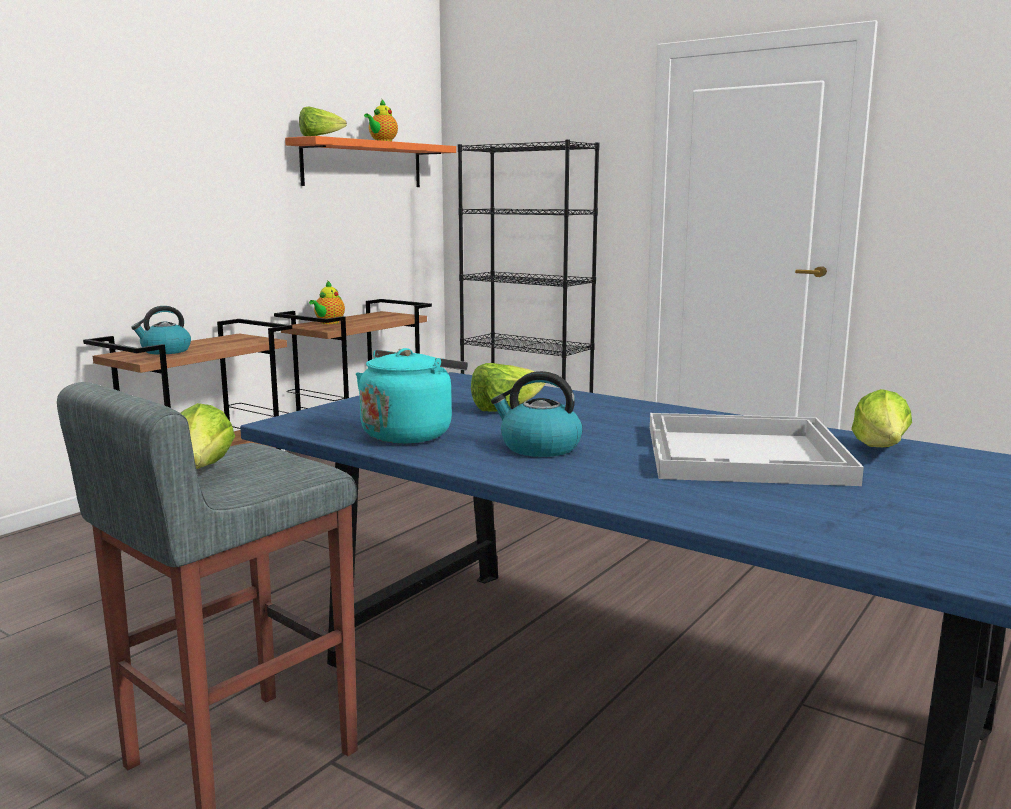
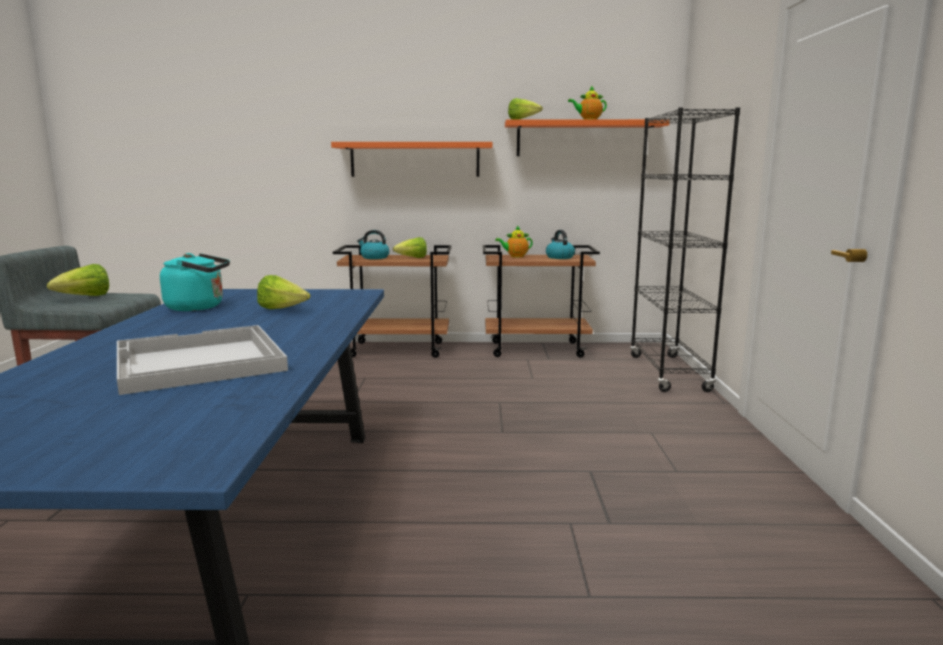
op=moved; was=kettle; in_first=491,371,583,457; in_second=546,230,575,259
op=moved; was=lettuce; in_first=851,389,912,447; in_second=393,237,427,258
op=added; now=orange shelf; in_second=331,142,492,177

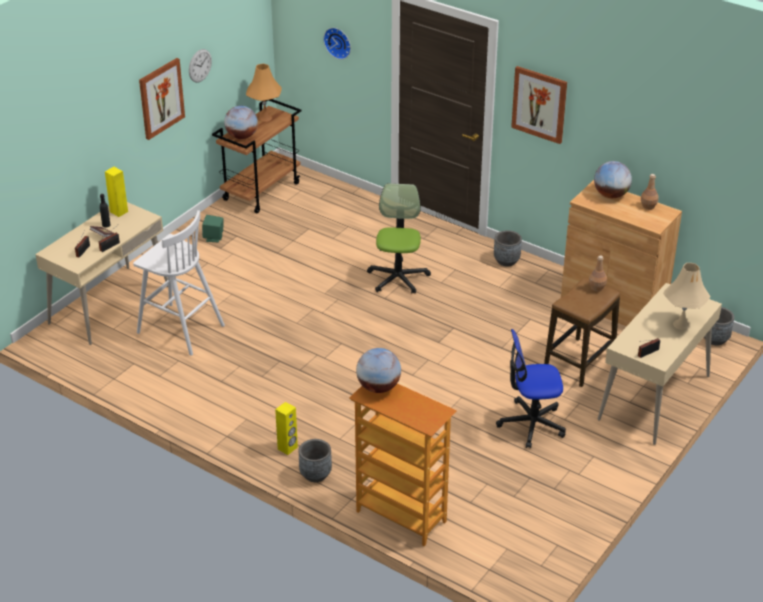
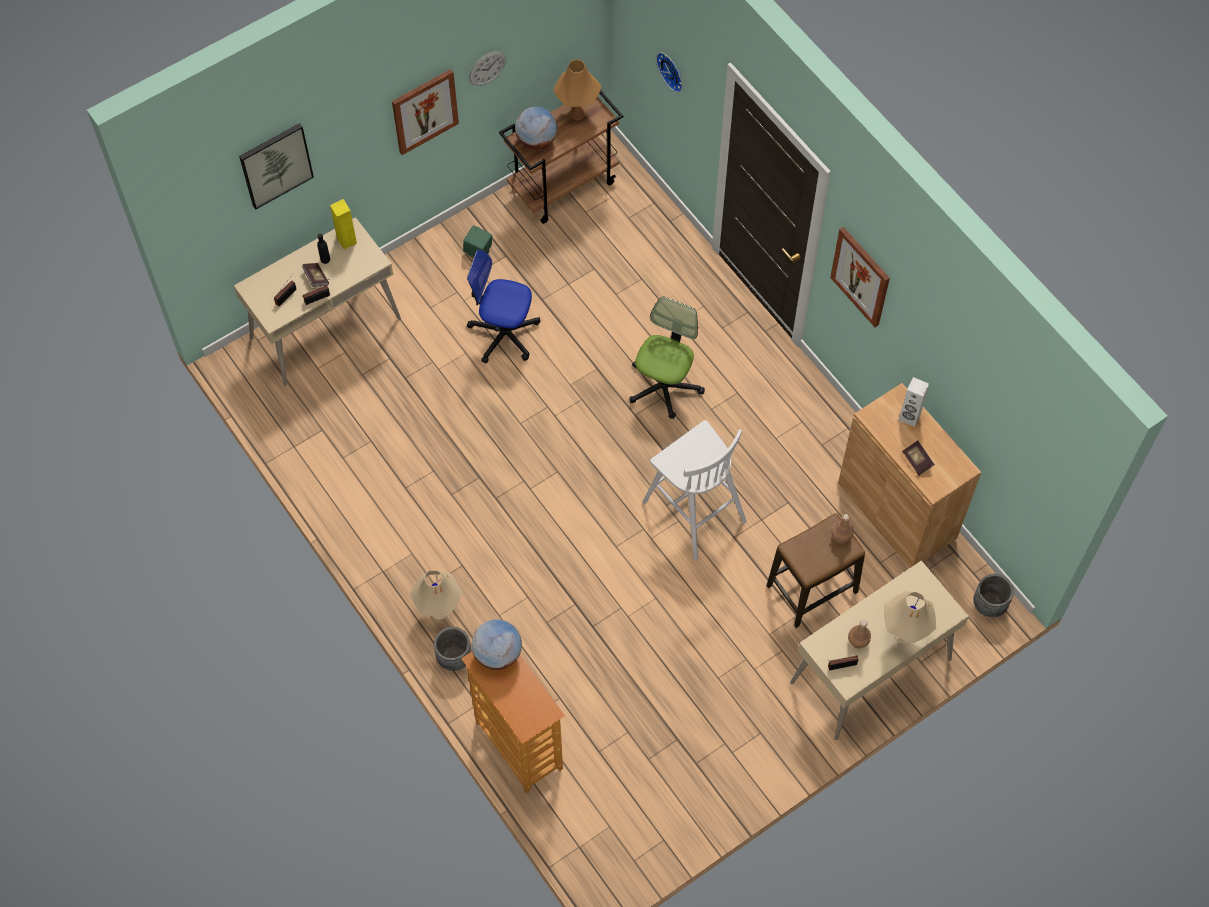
op=moved; was=white stool; in_first=133,210,225,356; in_second=642,420,747,560
op=replaced; was=yellow speaker; now=beige table lamp; in_first=275,402,298,455; in_second=410,570,463,620
op=removed; was=grey planter; in_first=494,230,522,267
op=moved; was=office chair; in_first=496,329,566,449; in_second=467,249,540,364
op=replaced; was=globe; now=white speaker; in_first=594,161,632,198; in_second=899,377,929,427
op=moved; was=brown bottle; in_first=641,174,659,210; in_second=848,620,871,649
op=added; now=picture; in_second=239,123,314,210
op=added; now=book; in_second=902,440,935,476

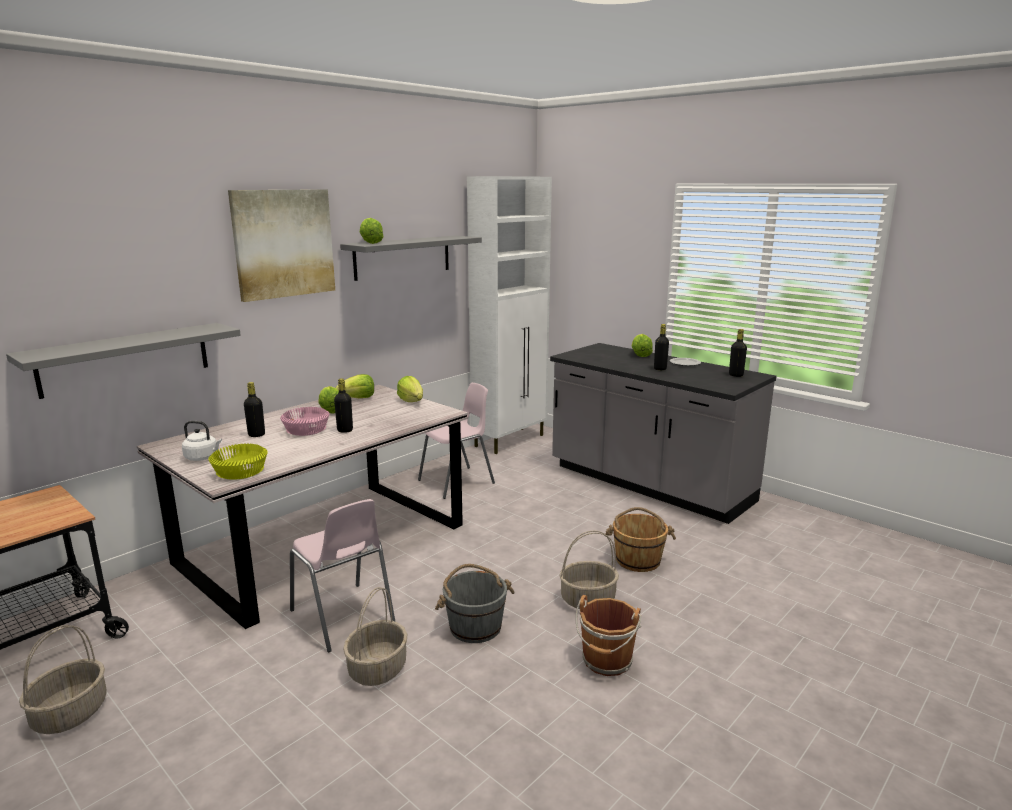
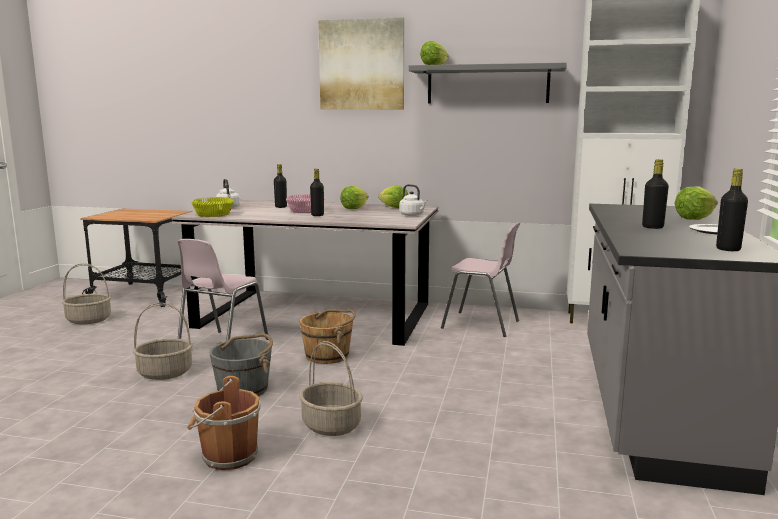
op=removed; was=grey shelf; in_first=6,323,241,399
op=replaced; was=lettuce; now=white kettle; in_first=397,376,423,402; in_second=399,184,428,216
op=moved; was=brown bucket; in_first=604,507,676,572; in_second=300,309,355,364

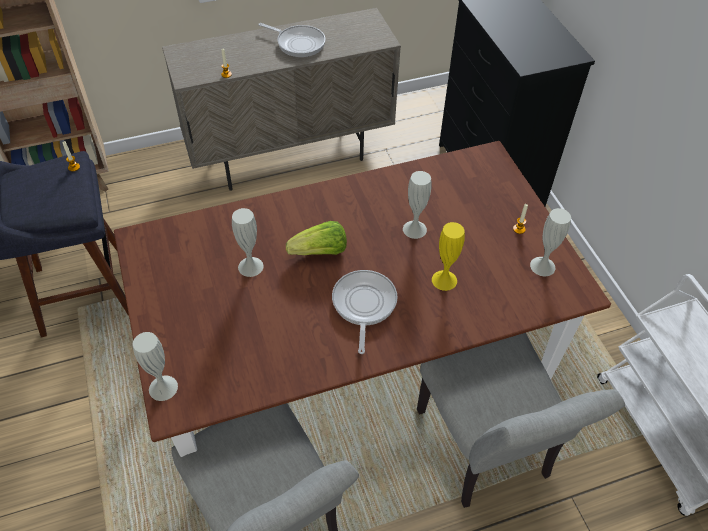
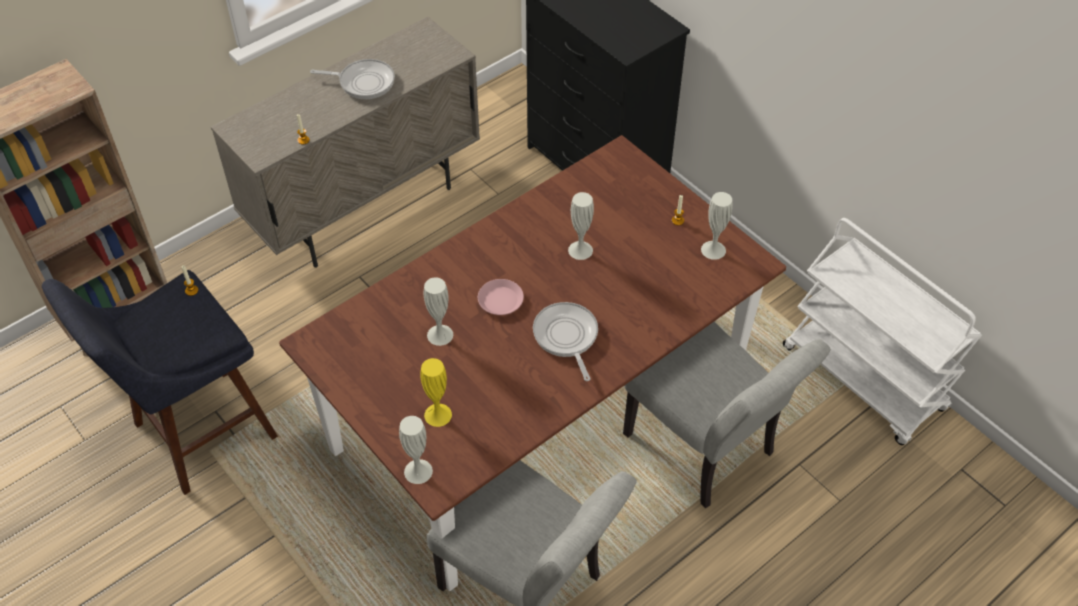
op=replaced; was=lettuce; now=pink plate; in_first=286,221,347,255; in_second=478,279,524,315
op=moved; was=yellow vase; in_first=432,222,465,291; in_second=420,358,452,427

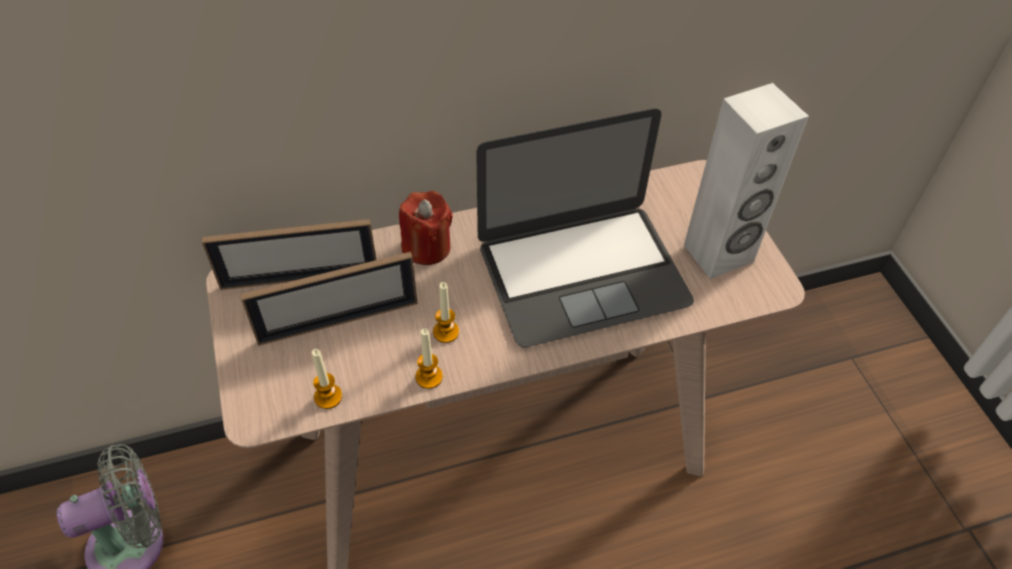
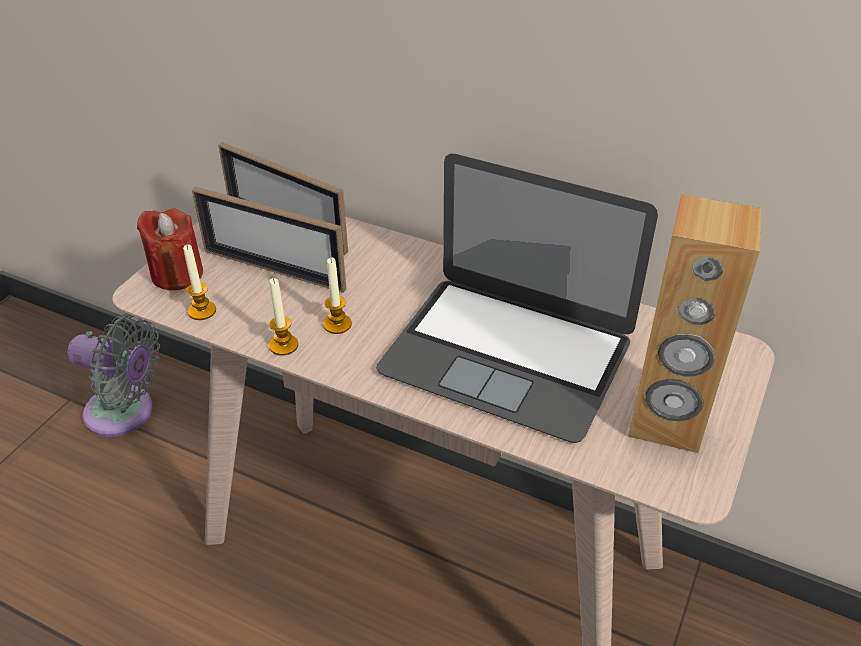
op=moved; was=red candle; in_first=399,191,453,265; in_second=137,208,203,290
op=recoloured; was=white speaker; now=brown speaker; in_first=684,83,809,279; in_second=628,194,761,453

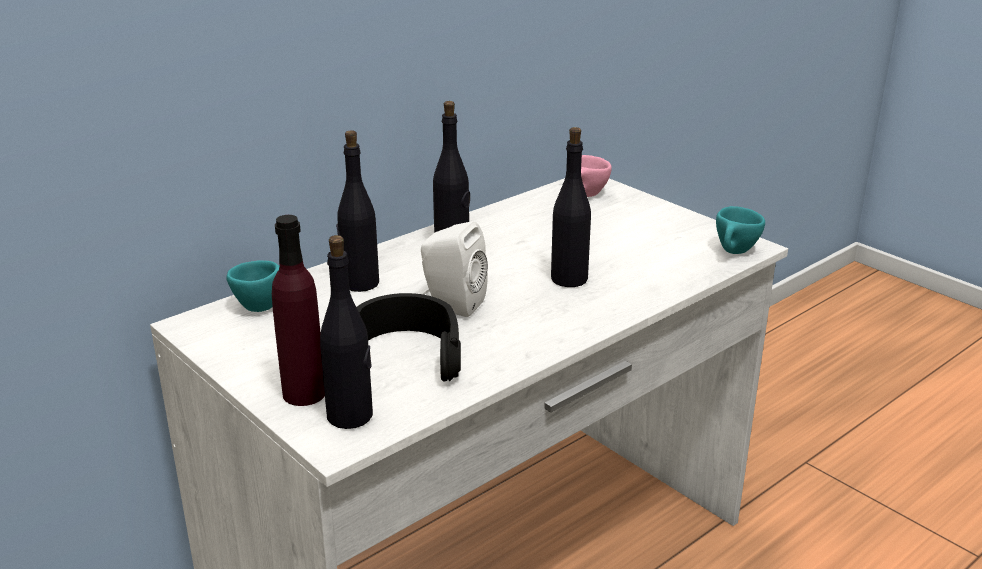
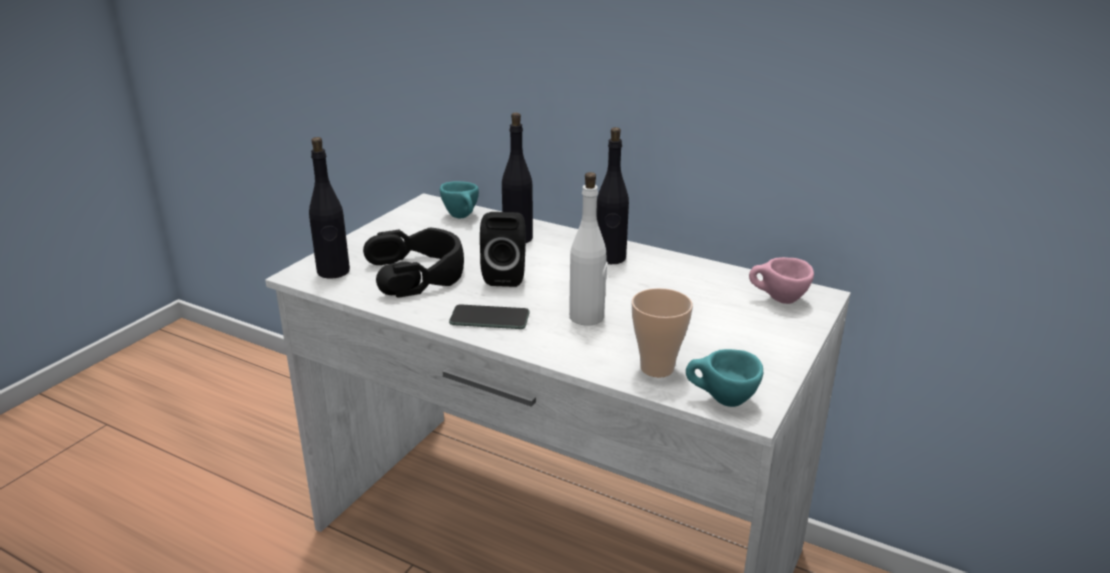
op=removed; was=purple bottle; in_first=272,215,325,406
op=recoloured; was=white speaker; now=black speaker; in_first=421,221,488,317; in_second=480,212,526,287
op=recoloured; was=black bottle; now=white bottle; in_first=551,127,591,287; in_second=569,172,608,325
op=added; now=phone; in_second=449,304,530,329
op=added; now=cup; in_second=632,288,693,378

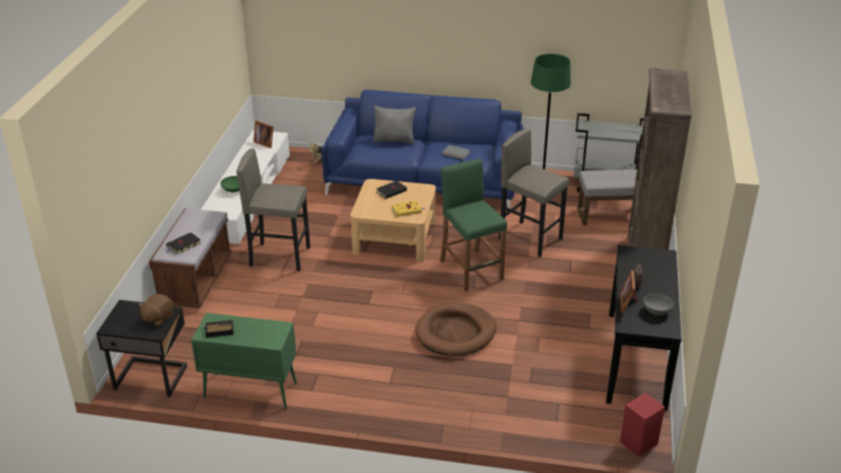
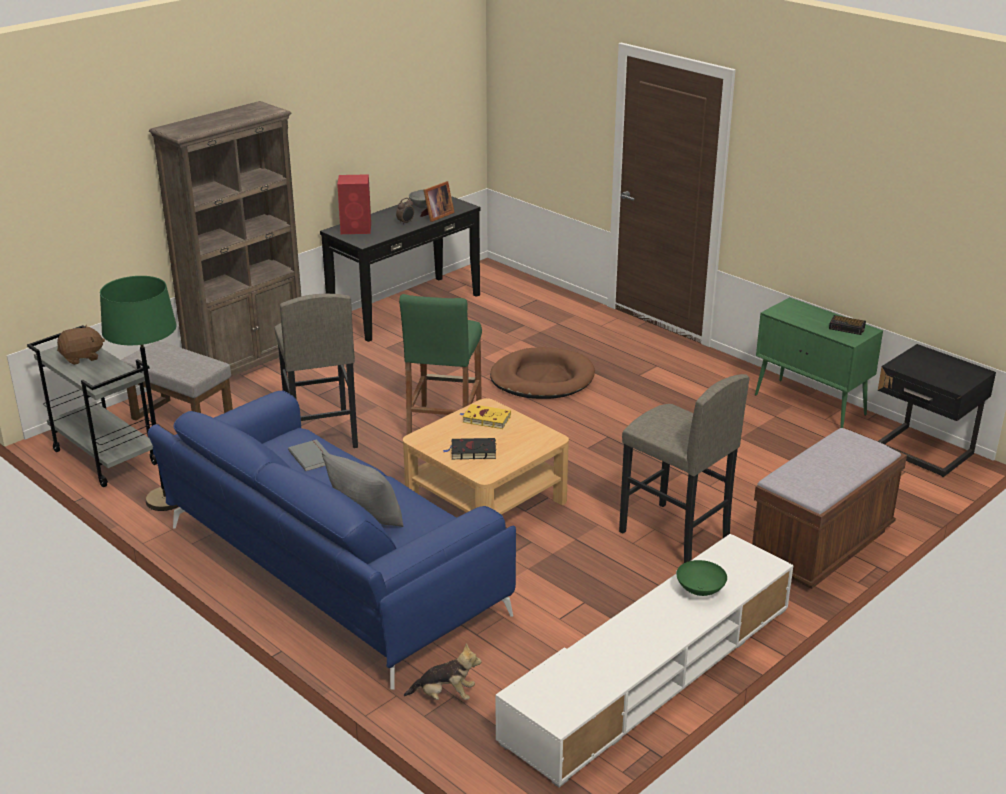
op=moved; was=brown plush toy; in_first=139,294,174,326; in_second=57,325,105,365
op=removed; was=black book; in_first=166,232,201,255
op=removed; was=picture frame; in_first=253,120,274,148
op=moved; was=red speaker; in_first=620,393,665,456; in_second=337,174,371,234

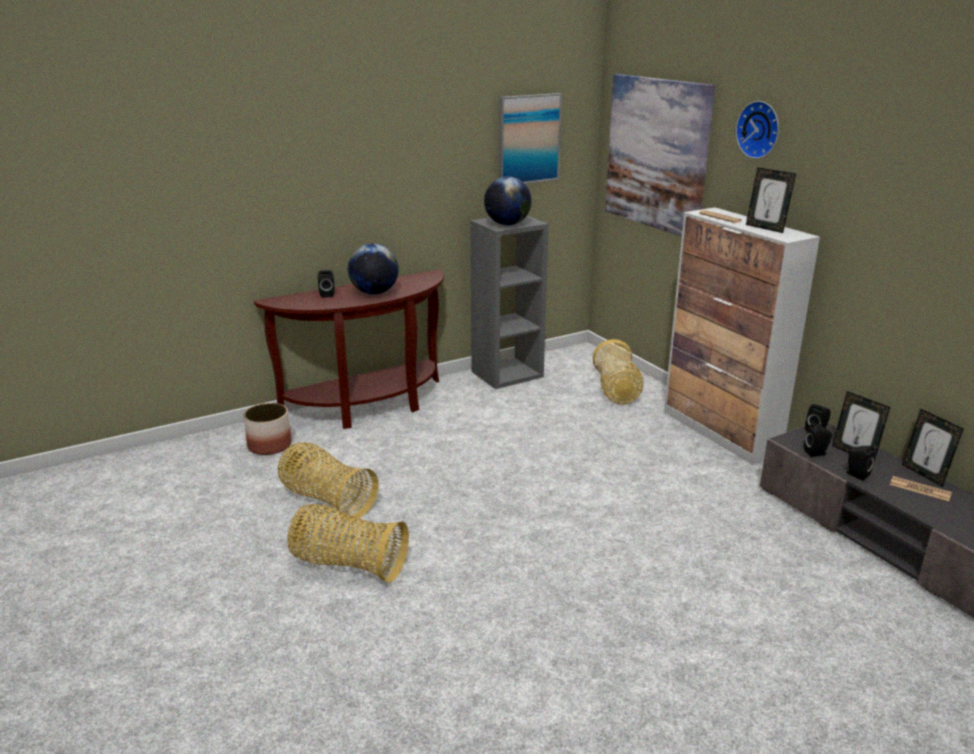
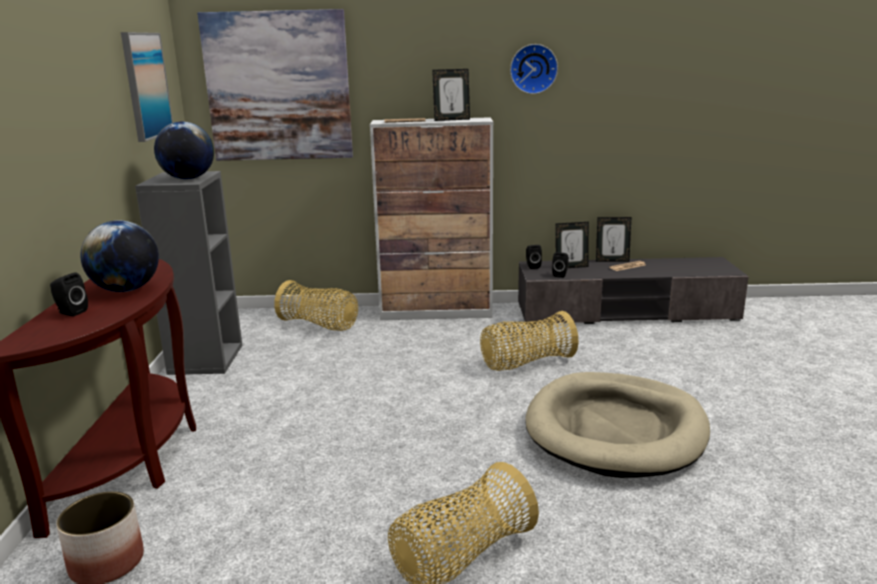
op=moved; was=basket; in_first=278,442,379,521; in_second=480,311,578,371
op=moved; was=wall clock; in_first=736,101,779,159; in_second=510,44,558,94
op=removed; was=black speaker; in_first=844,446,875,481
op=added; now=beige dog bed; in_second=525,372,710,478

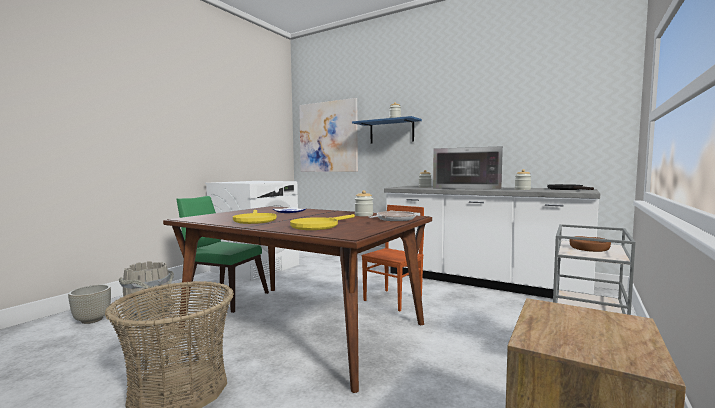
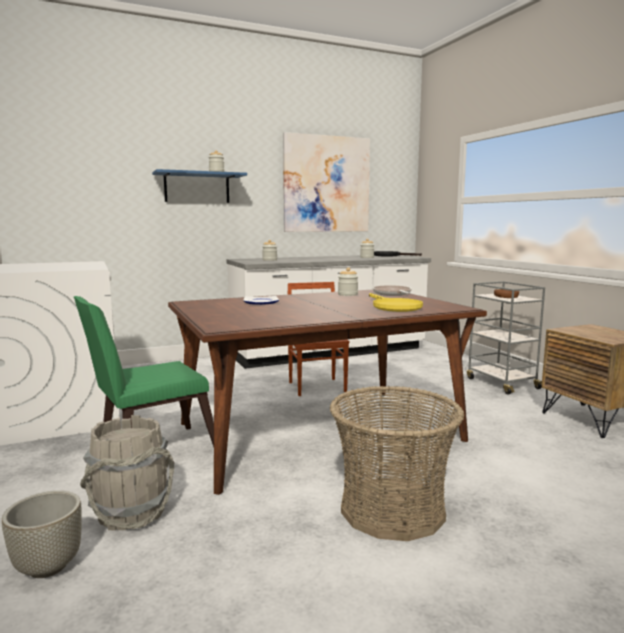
op=removed; was=yellow frying pan; in_first=233,210,277,224
op=moved; was=picture; in_first=299,98,358,172; in_second=283,132,370,232
op=removed; was=microwave; in_first=433,146,503,190

